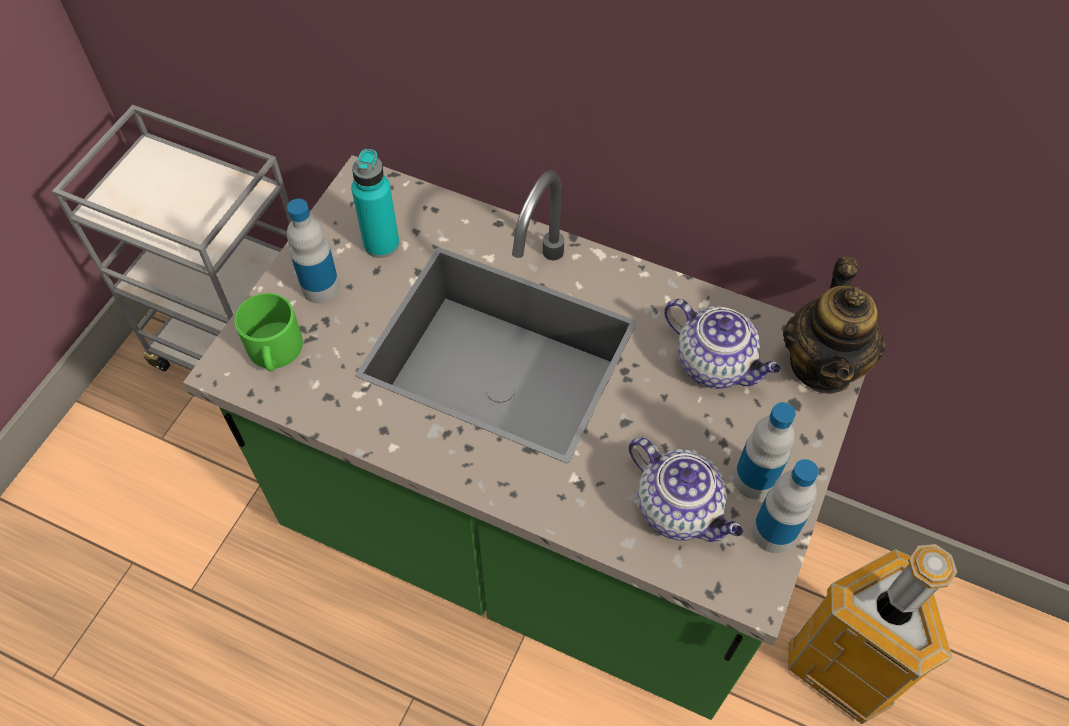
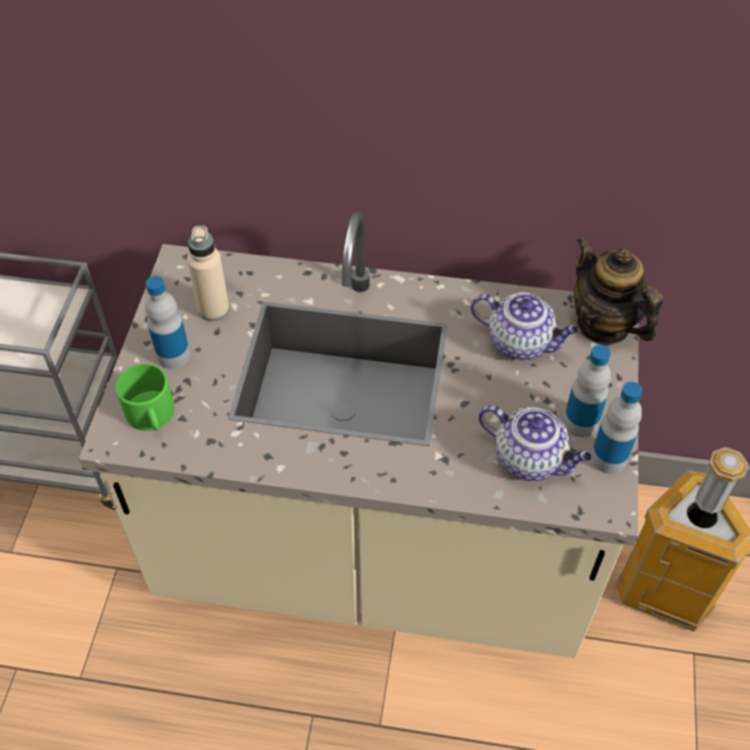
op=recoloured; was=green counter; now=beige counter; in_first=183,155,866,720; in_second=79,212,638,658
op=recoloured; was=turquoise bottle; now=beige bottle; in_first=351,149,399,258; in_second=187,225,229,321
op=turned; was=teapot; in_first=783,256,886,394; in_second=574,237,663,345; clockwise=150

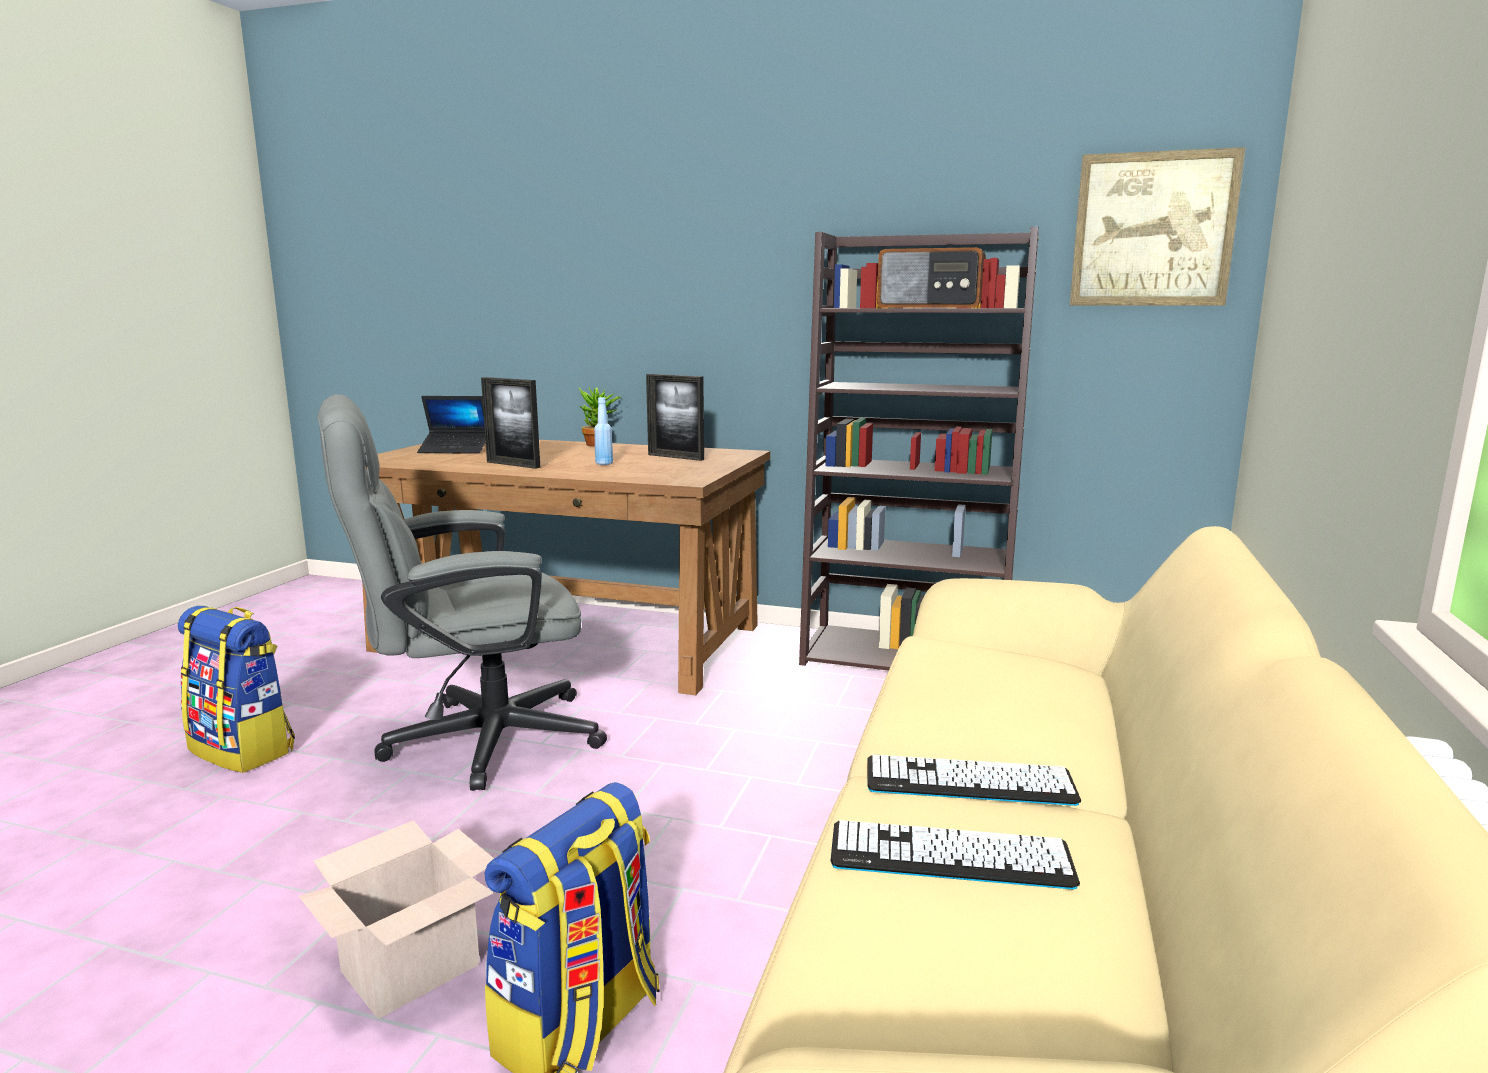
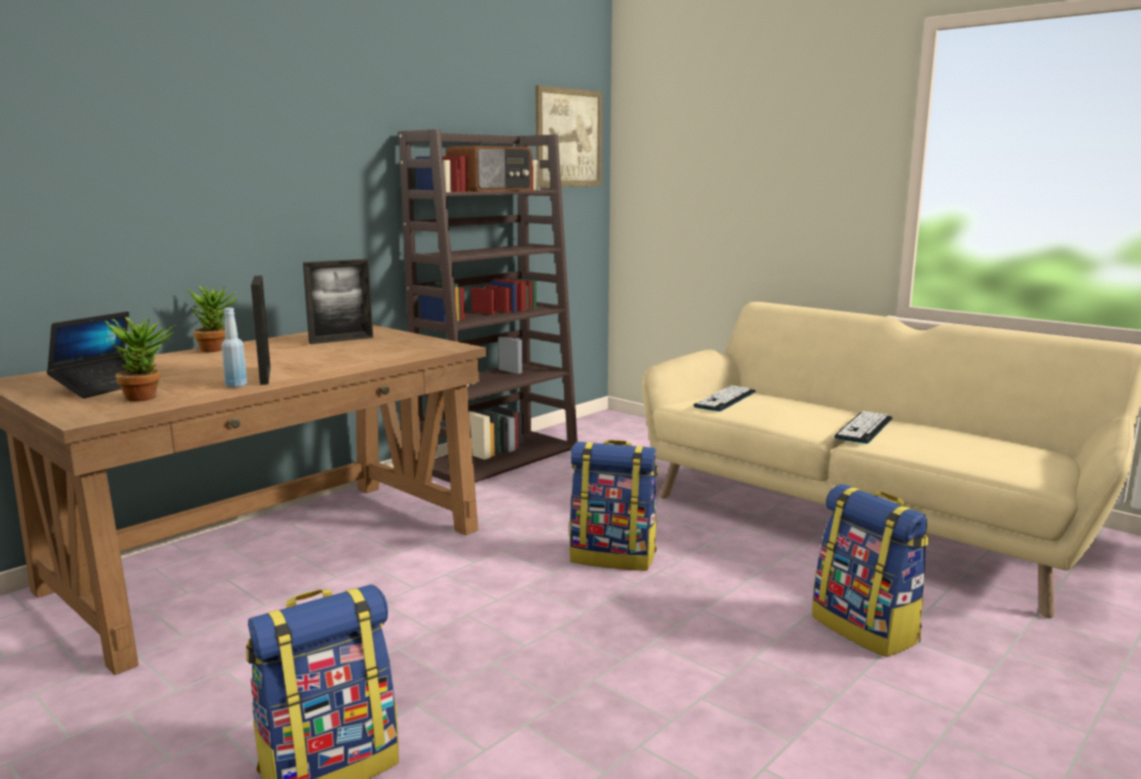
op=removed; was=cardboard box; in_first=299,820,494,1019
op=removed; was=grey office chair; in_first=318,394,607,791
op=turned; was=picture frame; in_first=481,377,541,469; in_second=251,276,270,385; clockwise=-75
op=moved; was=blue bottle; in_first=594,397,613,465; in_second=222,308,247,388
op=moved; was=keyboard; in_first=830,820,1080,889; in_second=693,385,755,412
op=added; now=potted plant; in_second=105,317,176,402
op=added; now=backpack; in_second=569,440,658,571

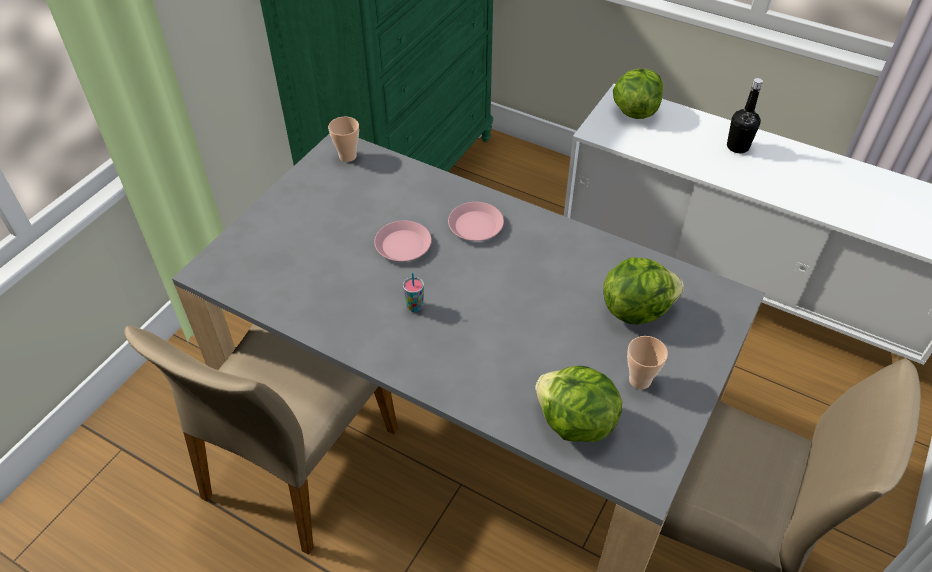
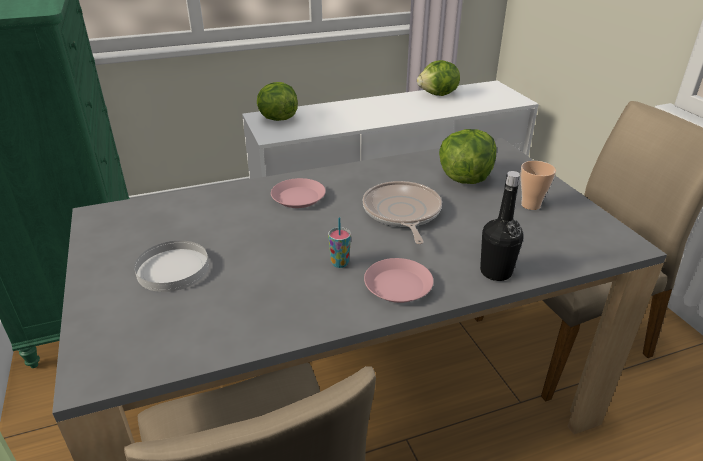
op=removed; was=cup; in_first=328,117,359,162
op=moved; was=pink plate; in_first=374,221,431,261; in_second=364,258,434,303
op=moved; was=lettuce; in_first=535,366,622,442; in_second=417,60,460,96
op=moved; was=black bottle; in_first=727,78,763,153; in_second=480,171,523,281
op=added; now=white plate; in_second=134,241,209,292
op=added; now=frying pan; in_second=363,181,442,244

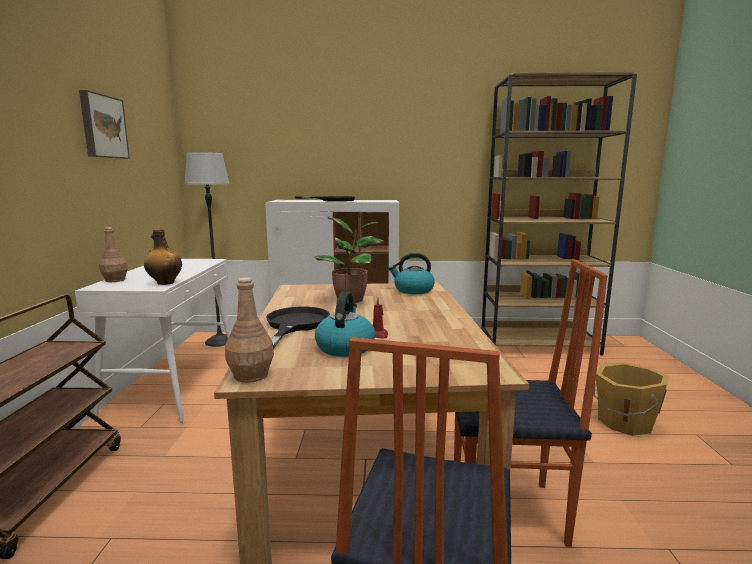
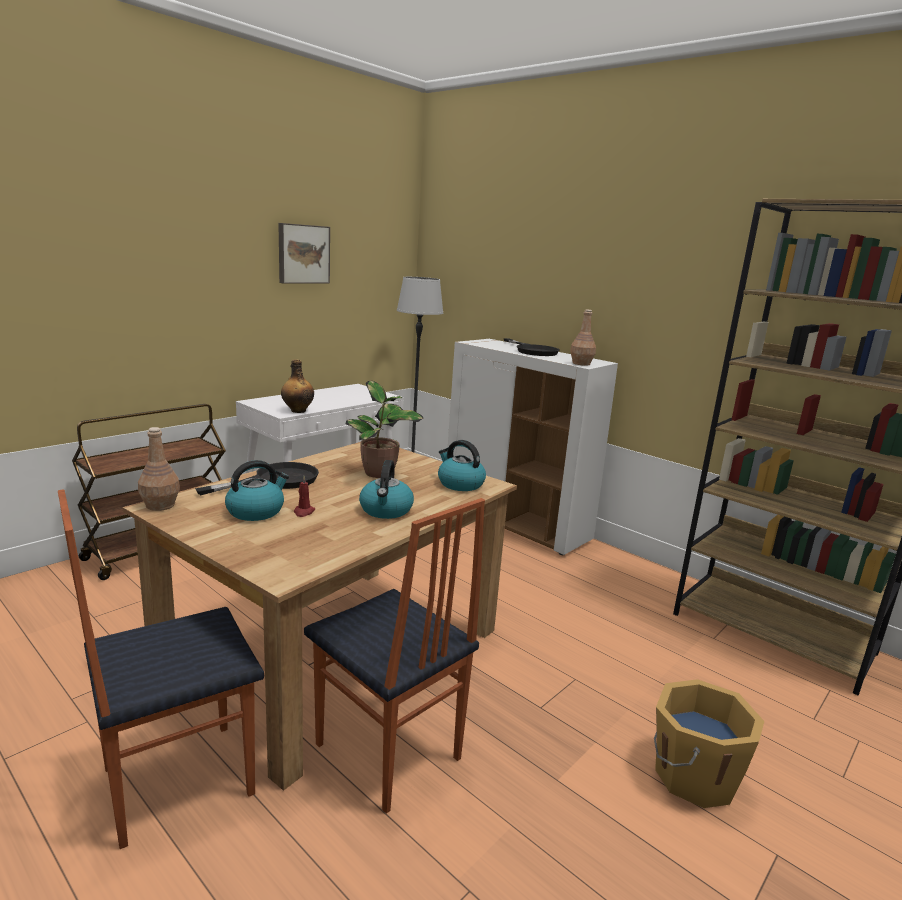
op=moved; was=brown bottle; in_first=99,227,128,282; in_second=570,309,596,366
op=added; now=kettle; in_second=359,460,414,519

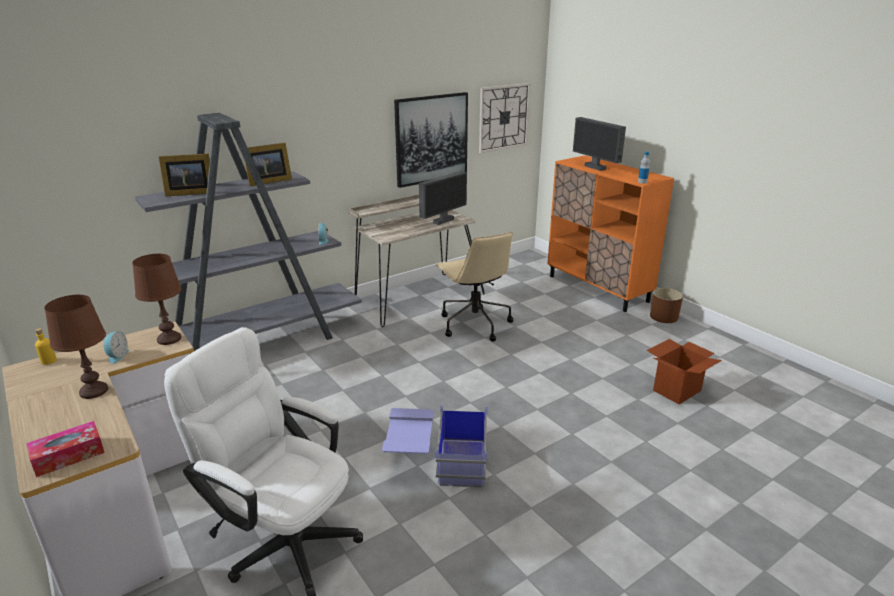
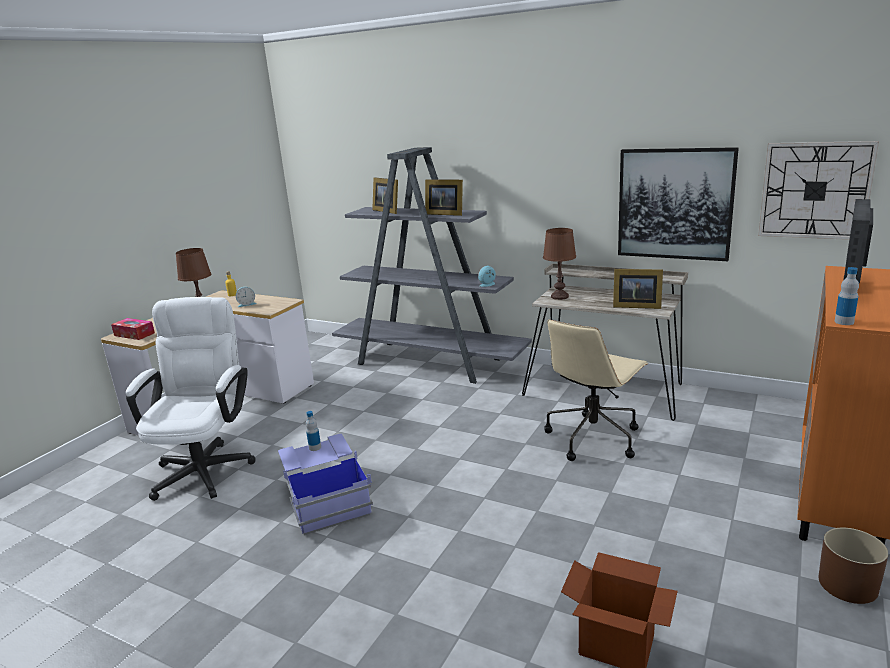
op=moved; was=brown table lamp; in_first=132,254,182,345; in_second=543,228,576,300
op=replaced; was=monitor; now=picture frame; in_first=419,171,467,225; in_second=613,269,663,309
op=added; now=bottle; in_second=306,411,321,451

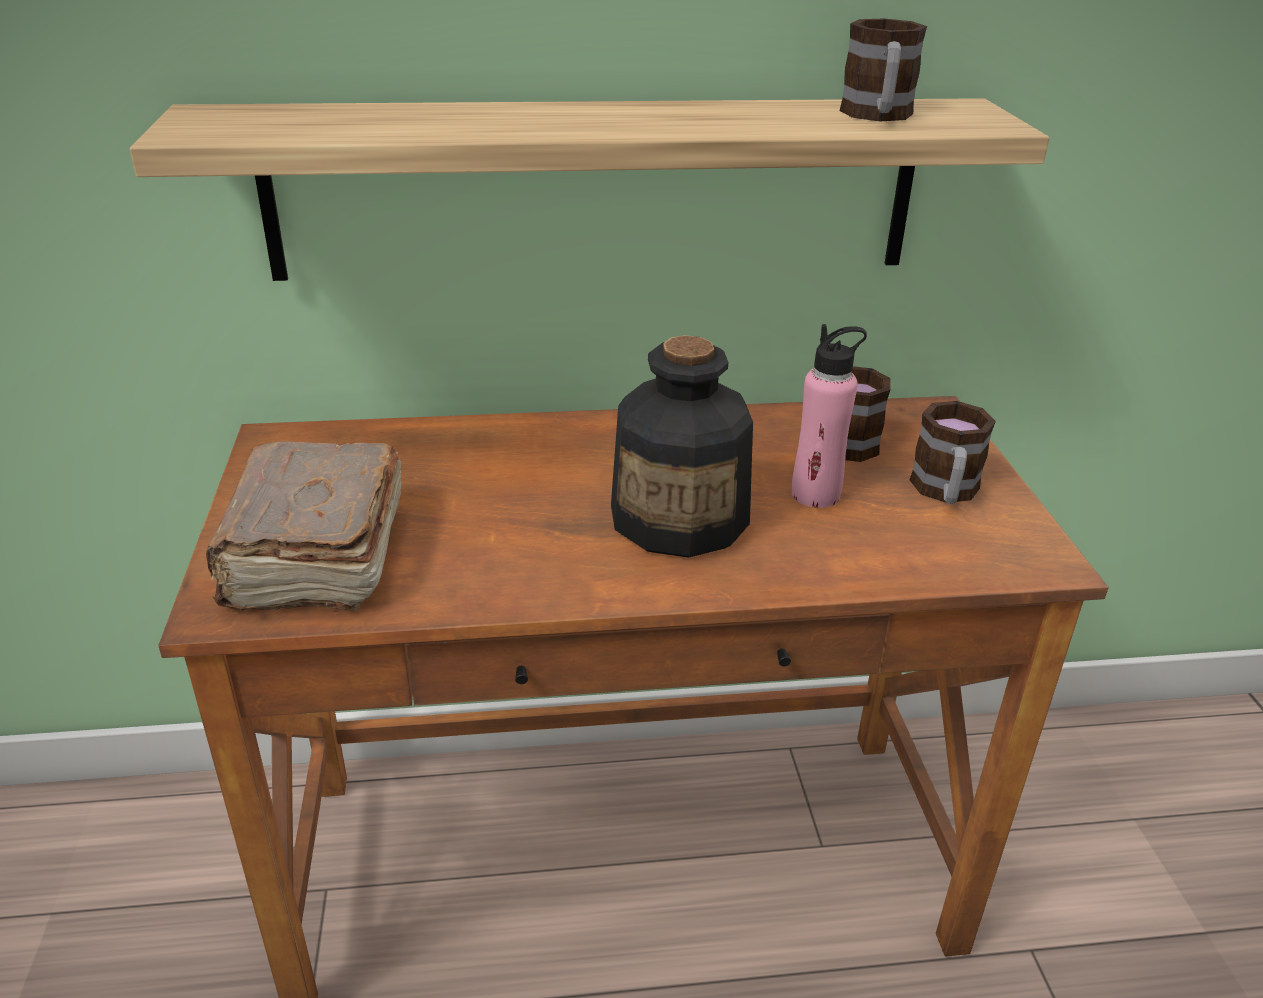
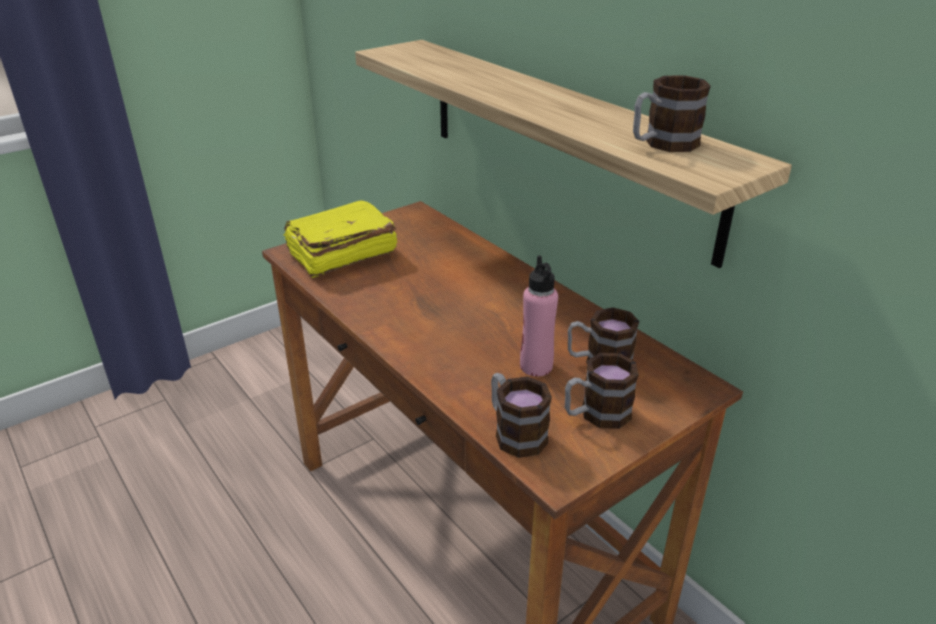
op=recoloured; was=brown book; now=yellow book; in_first=206,441,402,611; in_second=283,200,397,278
op=removed; was=bottle; in_first=611,335,753,558
op=added; now=mug; in_second=491,373,552,458

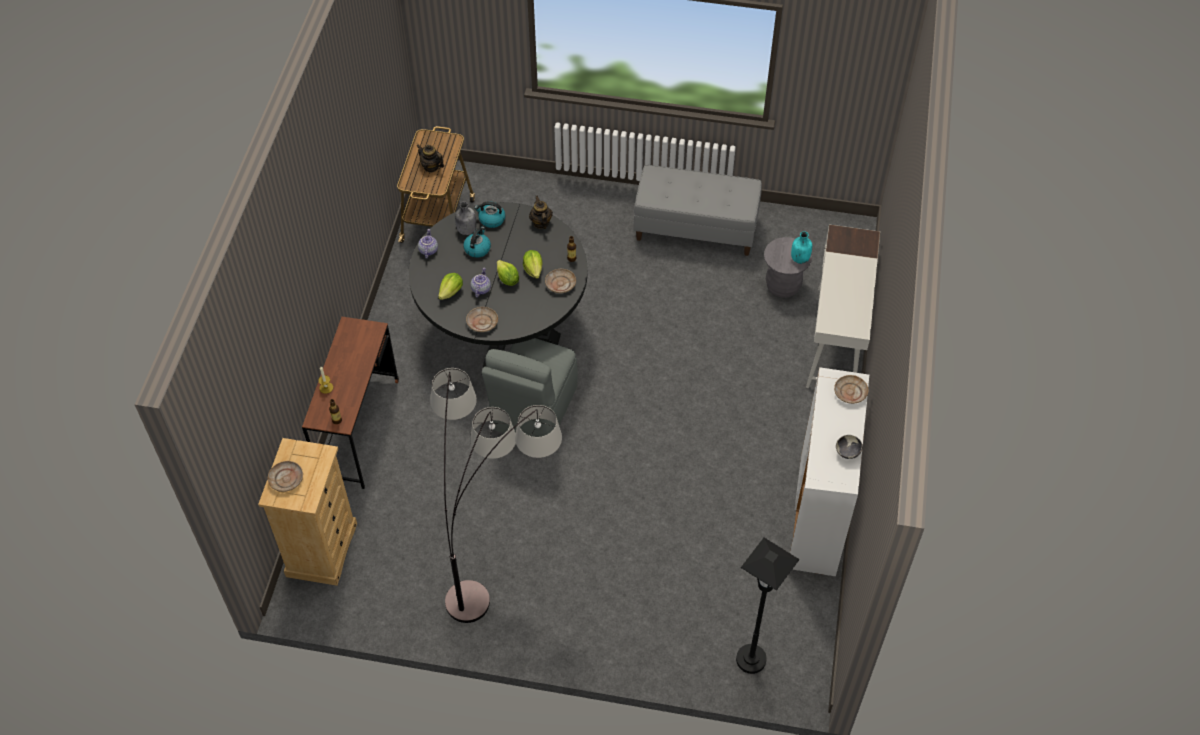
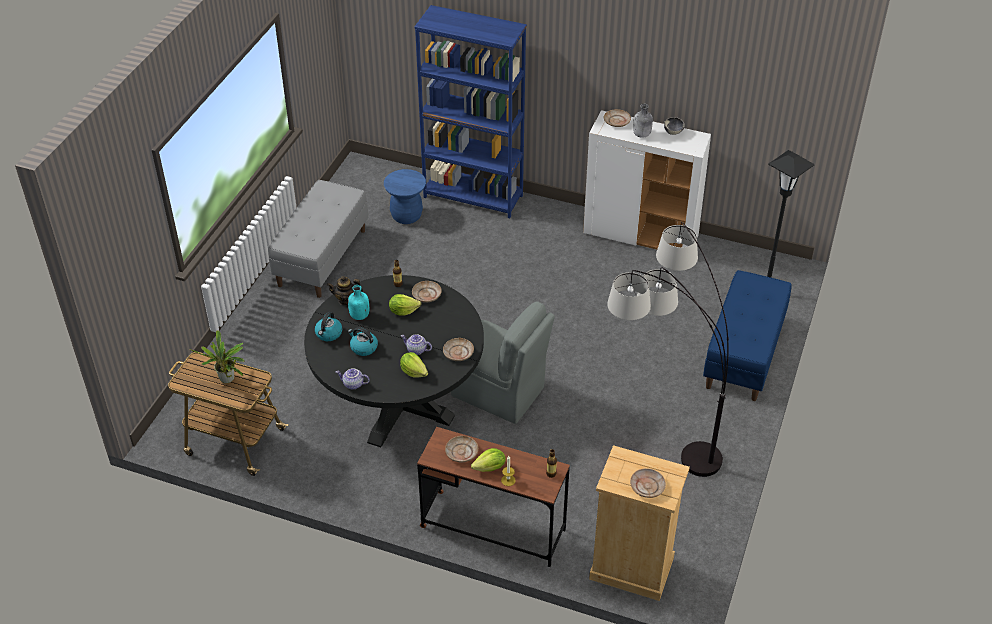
op=replaced; was=teapot; now=potted plant; in_first=416,144,444,172; in_second=190,330,245,383
op=moved; was=grey bottle; in_first=455,201,476,235; in_second=633,104,653,138
op=moved; was=lettuce; in_first=497,260,519,286; in_second=471,448,506,472
op=recoloured; was=grey stool; now=blue stool; in_first=764,237,812,298; in_second=384,169,426,224
op=moved; was=turquoise bottle; in_first=791,231,812,264; in_second=348,285,369,320
op=replaced; was=white desk; now=blue bookcase; in_first=806,224,880,388; in_second=415,5,527,218
op=added; now=beige plate; in_second=445,436,478,462
op=added; now=blue bench; in_second=703,270,792,401

